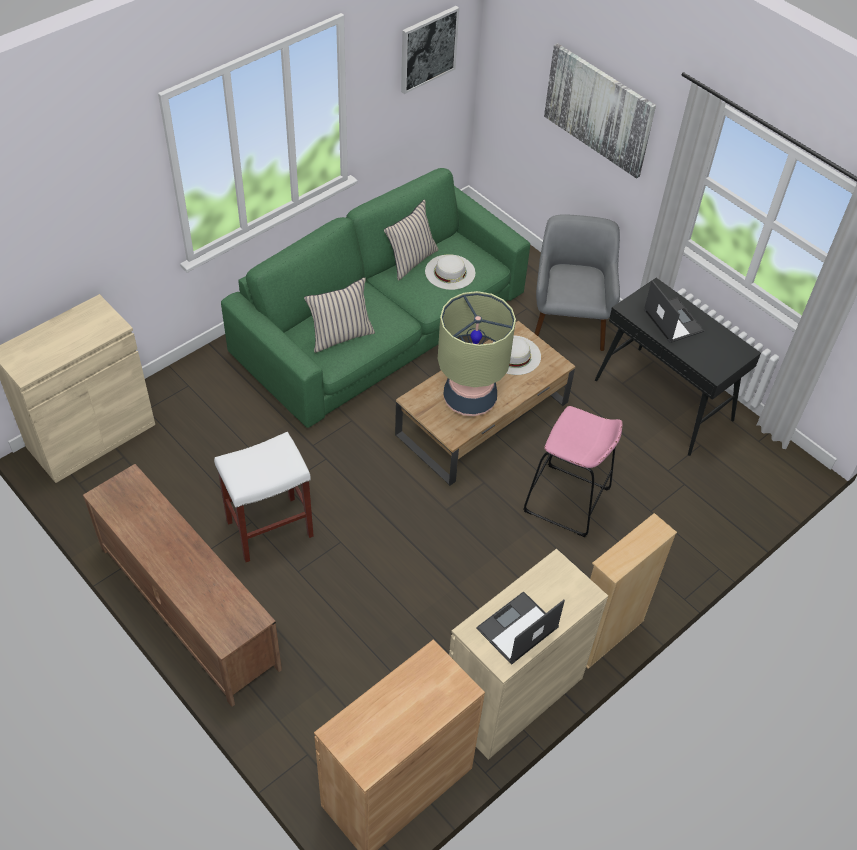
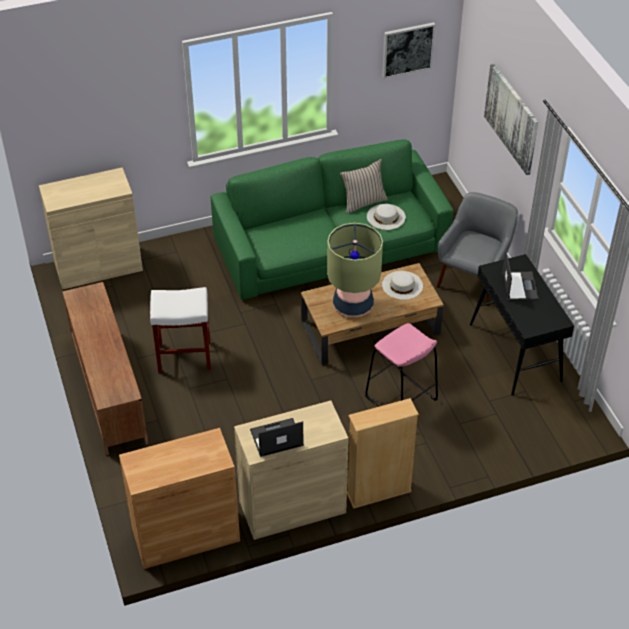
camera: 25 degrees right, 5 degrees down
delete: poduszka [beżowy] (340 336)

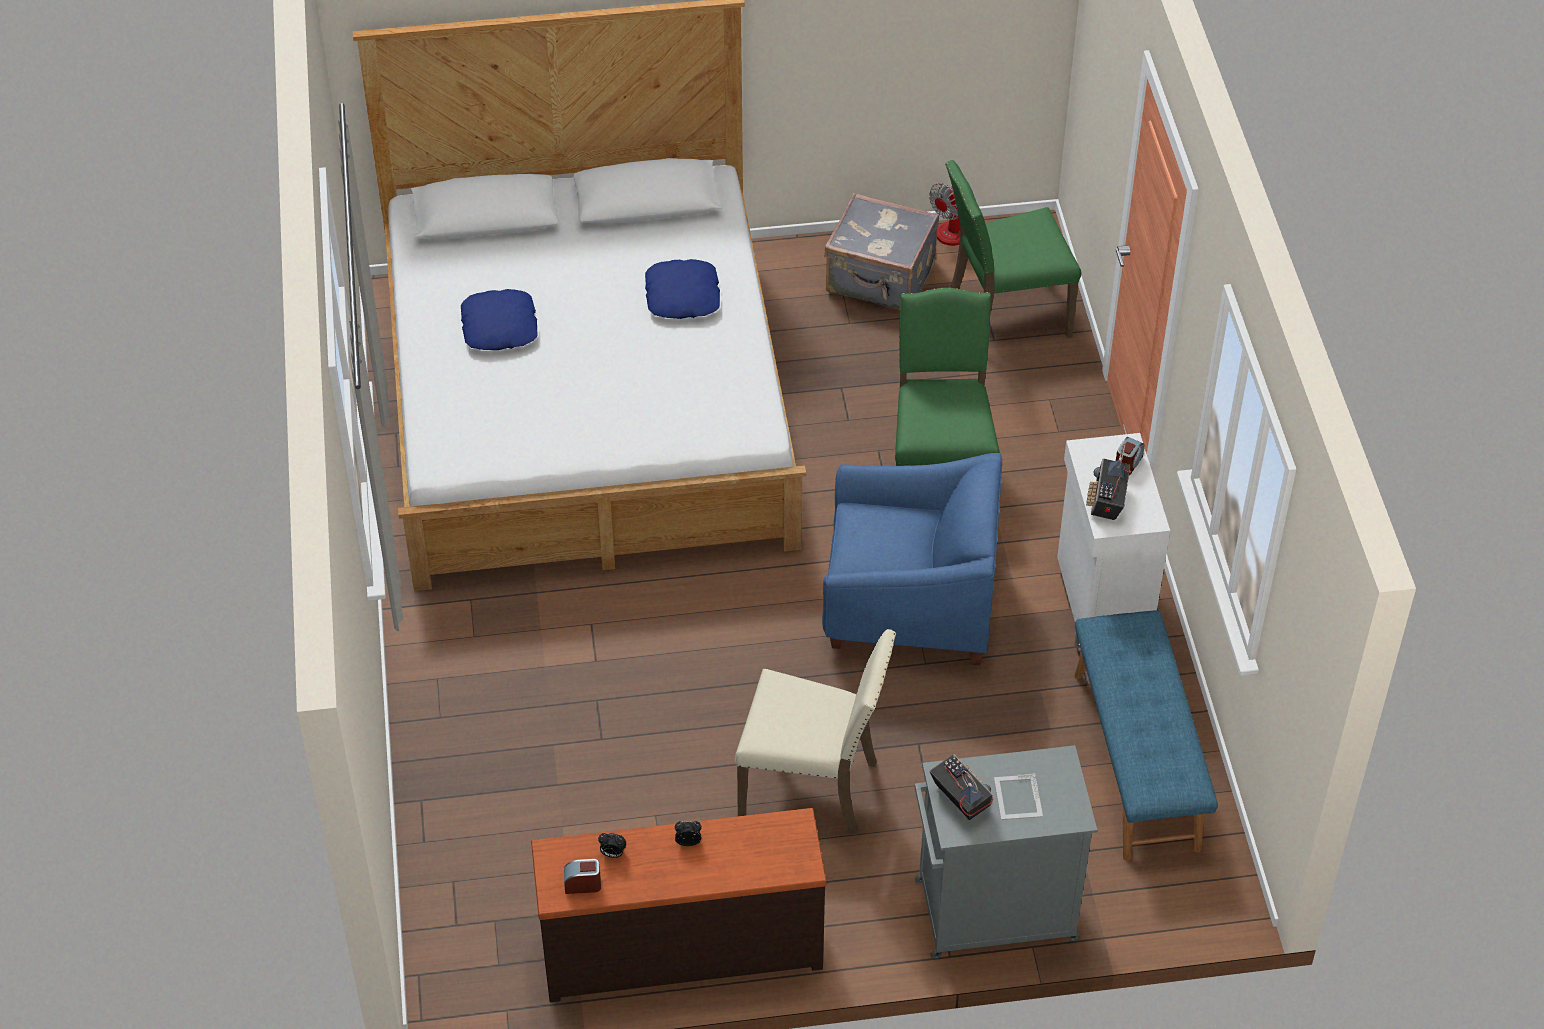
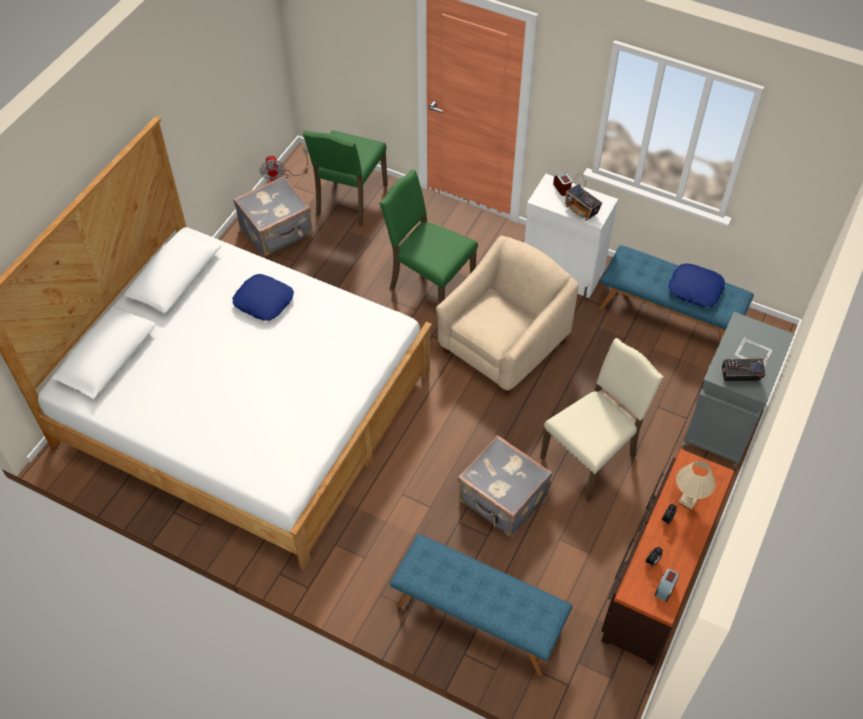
camera: 55 degrees left, 5 degrees up
insert: walizka [szary] (502 500); lampa stołowa [beżowy] (689 500); ławka [niebieski] (477 618)
move: poduszka [niebieski] (500 327) to (695 289)
recolor: fotel [niebieski] (910 604) to fotel [beżowy] (503 346)

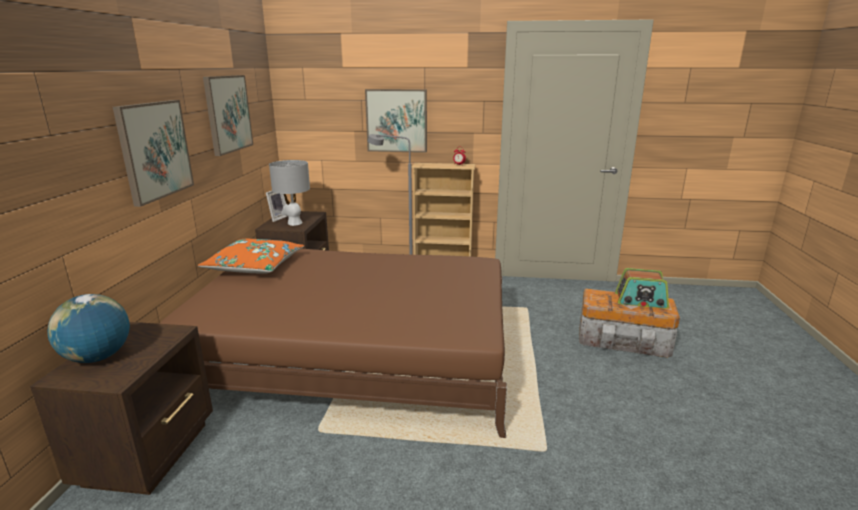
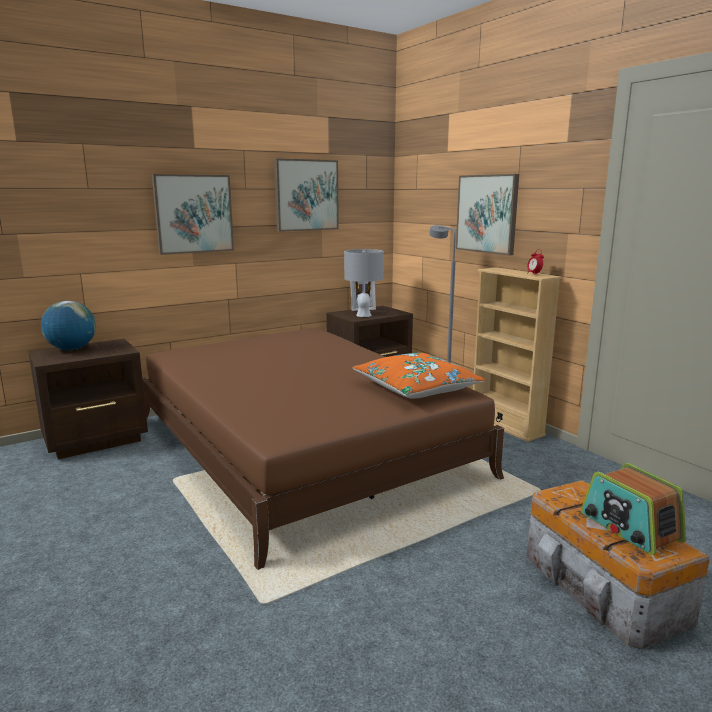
camera: 50 degrees right, 5 degrees down
move: poduszka [pomarańczowy] (255 266) to (416 388)

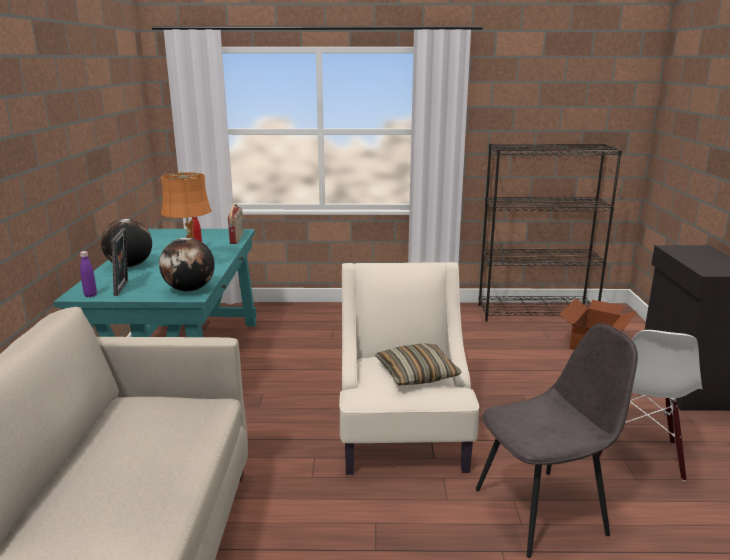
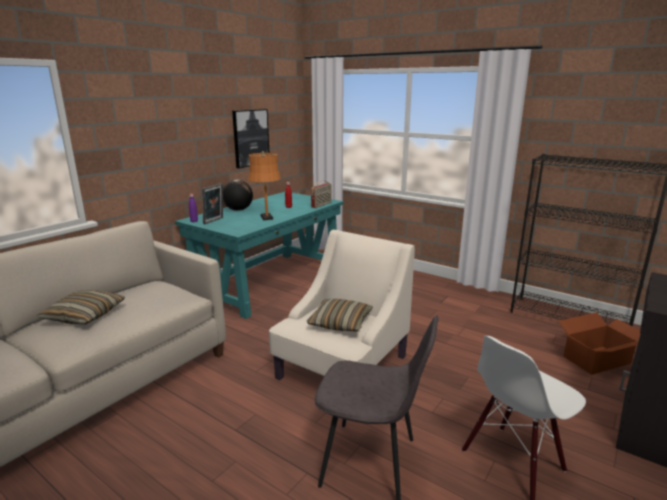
camera: 35 degrees right, 0 degrees up
delete: globus (190 290)
insert: obraz (250 138); poduszka (84 315)

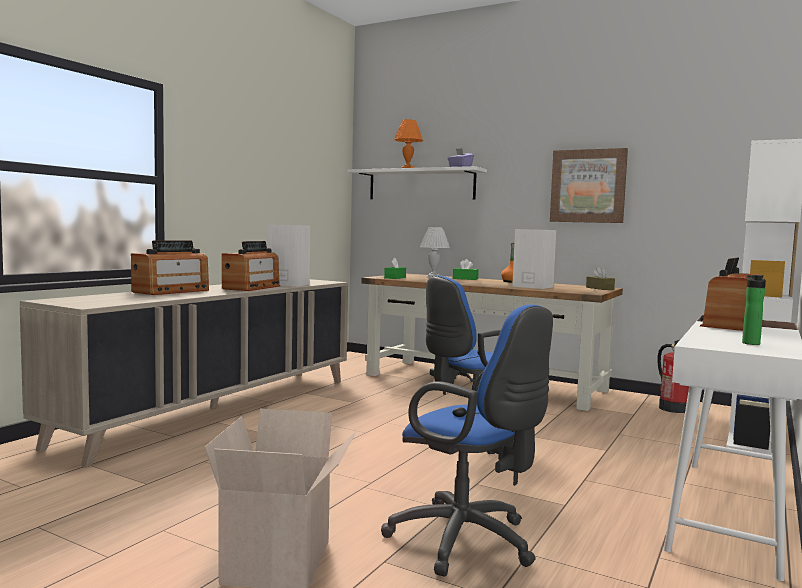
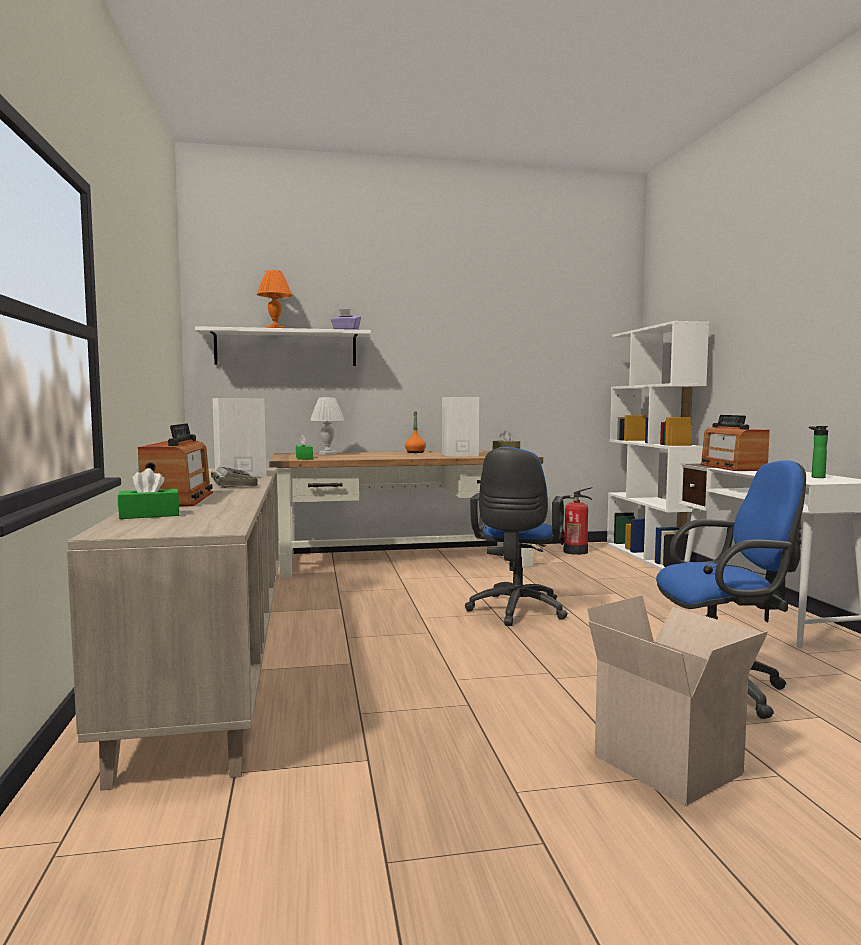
camera: 40 degrees left, 0 degrees up
delete: obraz (588 186)
move: pudełko chusteczek [zielony] (465 279) to (149 515)
replace: radio (252 287) to klawiatura (233 483)

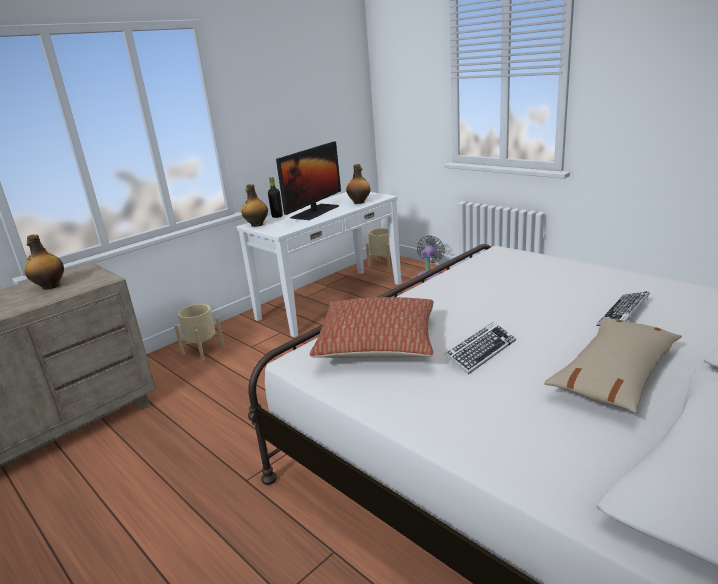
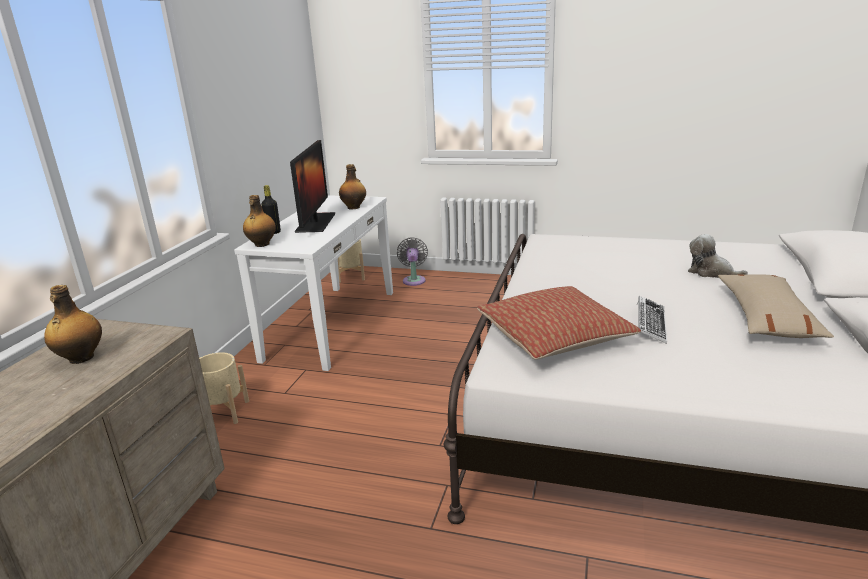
camera: 30 degrees left, 0 degrees up
replace: klawiatura (623 314) to pluszak (711 272)

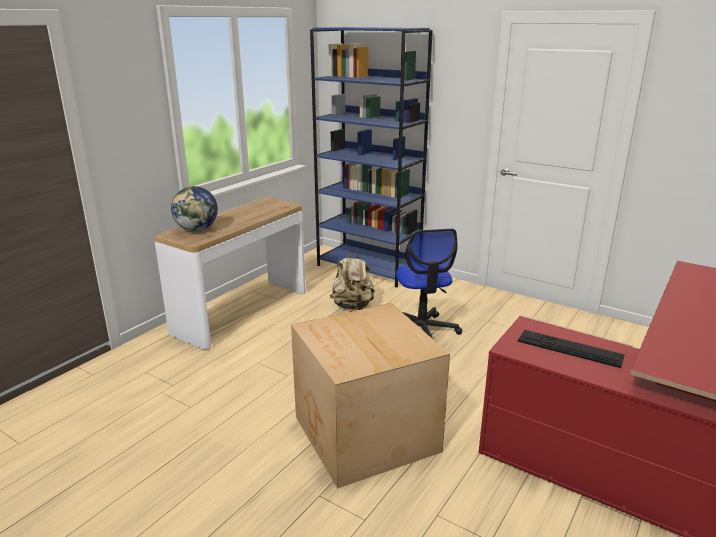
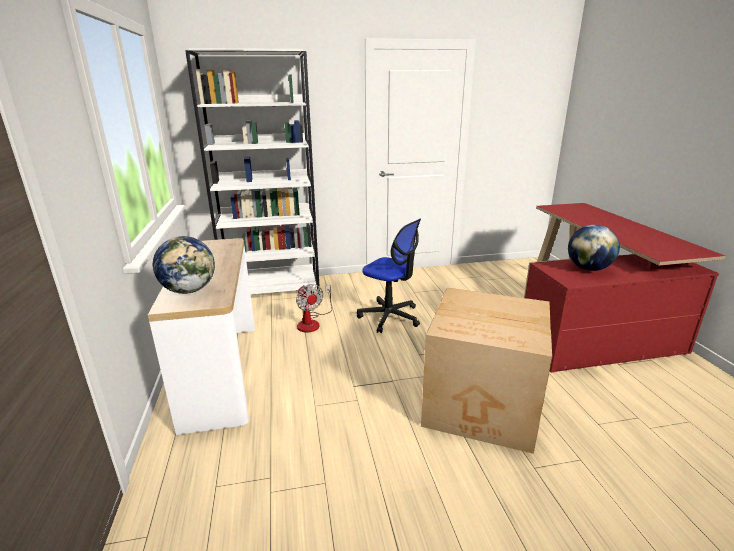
camera: 45 degrees left, 0 degrees up
replace: plecak [beżowy] (353 306) to wentylator (312 322); klawiatura (569 348) to globus (588 269)
recolor: regał [niebieski] (369 268) to regał [biały] (273 289)

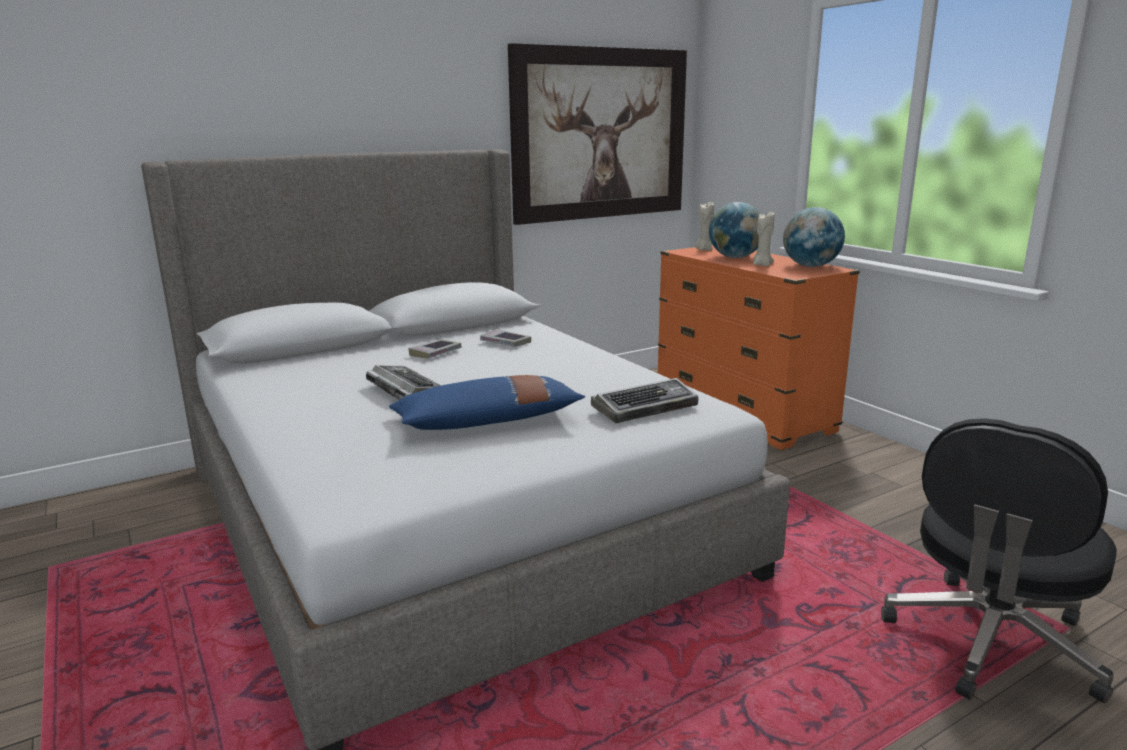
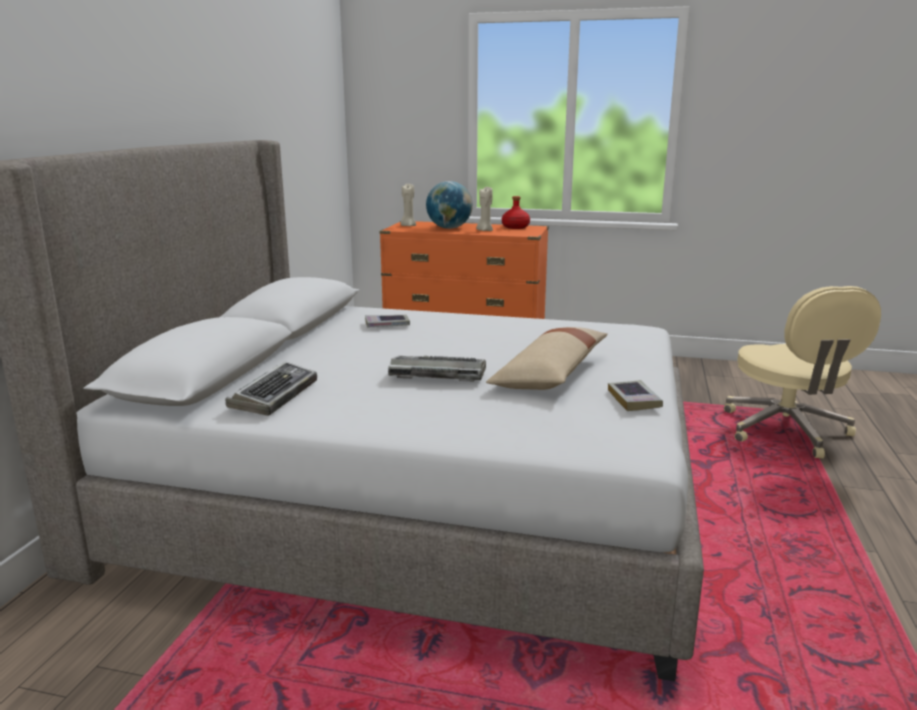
camera: 45 degrees left, 0 degrees up
delete: obraz (601 134)
move: książka (435 353) to (634 400); klawiatura (645 407) to (274 395)
replace: globus (810 266) to butelka [czerwony] (515 227)
recolor: poduszka [niebieski] (487 422) to poduszka [beżowy] (550 374); krzesło biurowe [czarny] (990 643) to krzesło biurowe [beżowy] (786 431)

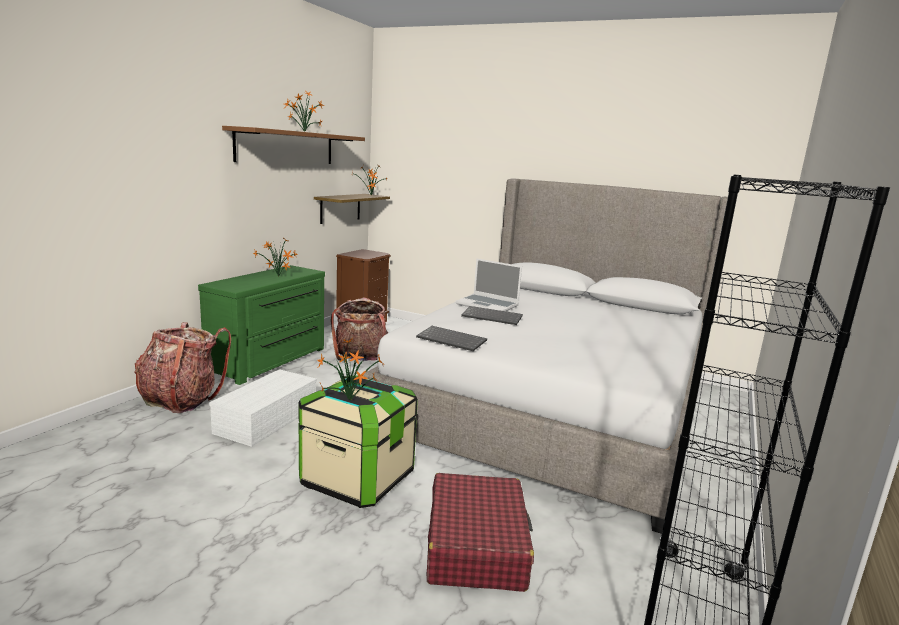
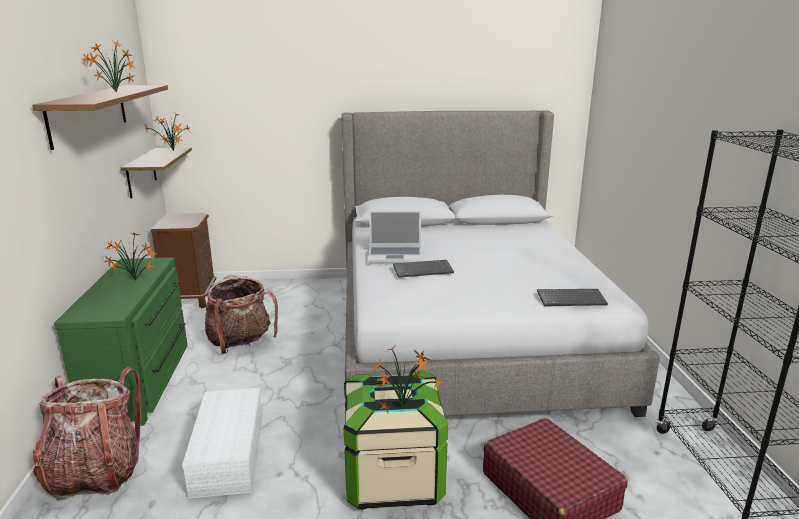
camera: 30 degrees left, 5 degrees up
move: klawiatura (452 340) to (571 299)

